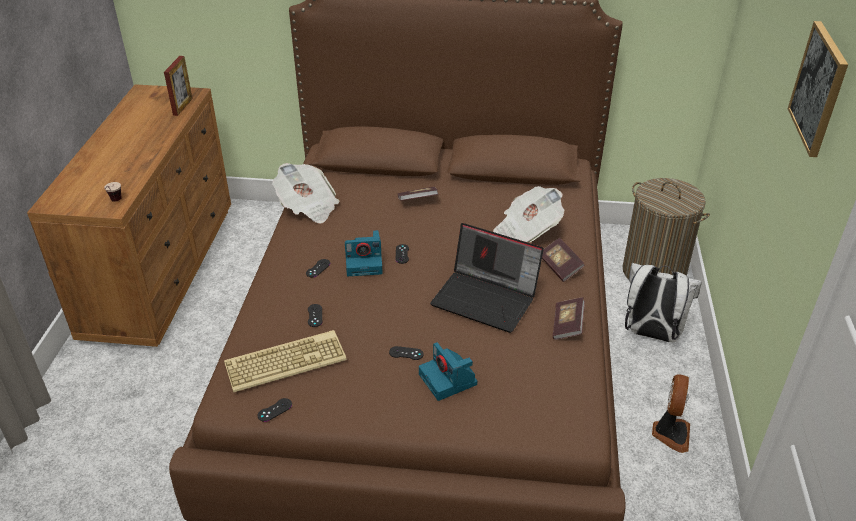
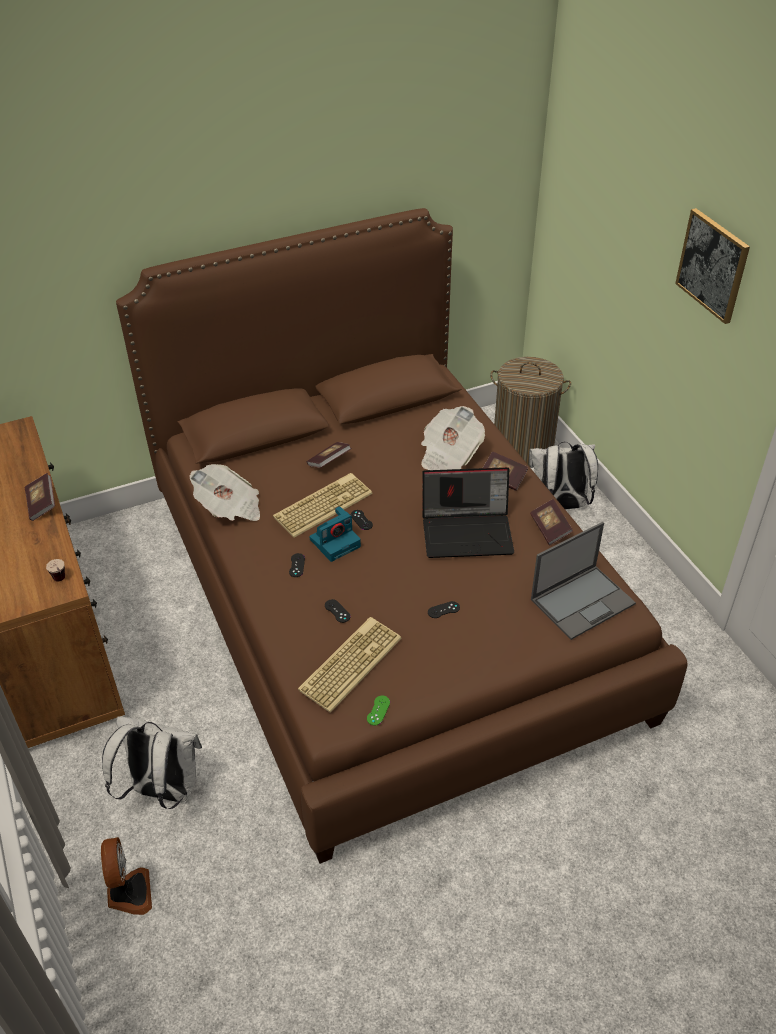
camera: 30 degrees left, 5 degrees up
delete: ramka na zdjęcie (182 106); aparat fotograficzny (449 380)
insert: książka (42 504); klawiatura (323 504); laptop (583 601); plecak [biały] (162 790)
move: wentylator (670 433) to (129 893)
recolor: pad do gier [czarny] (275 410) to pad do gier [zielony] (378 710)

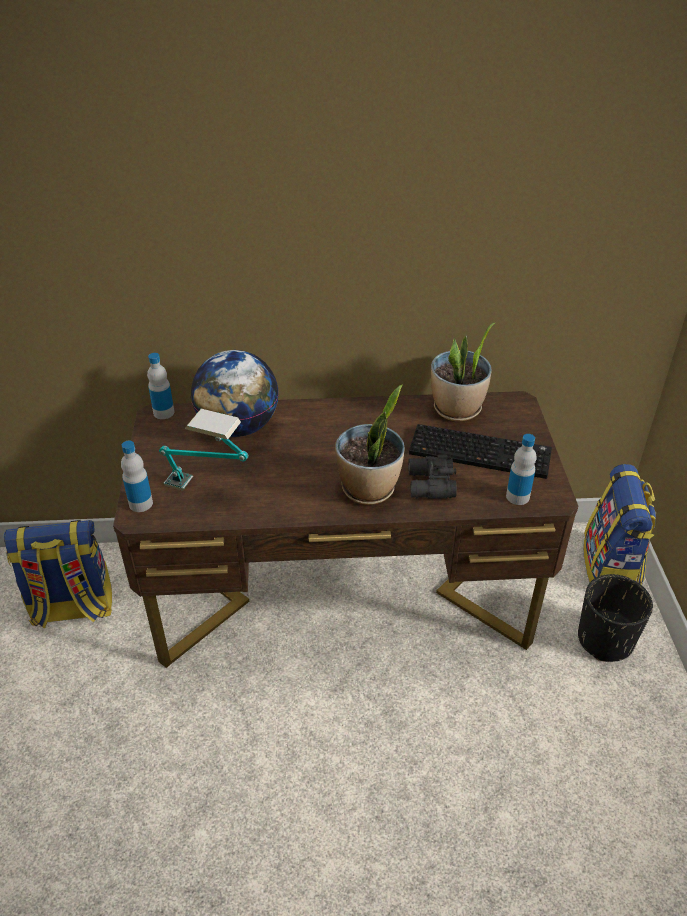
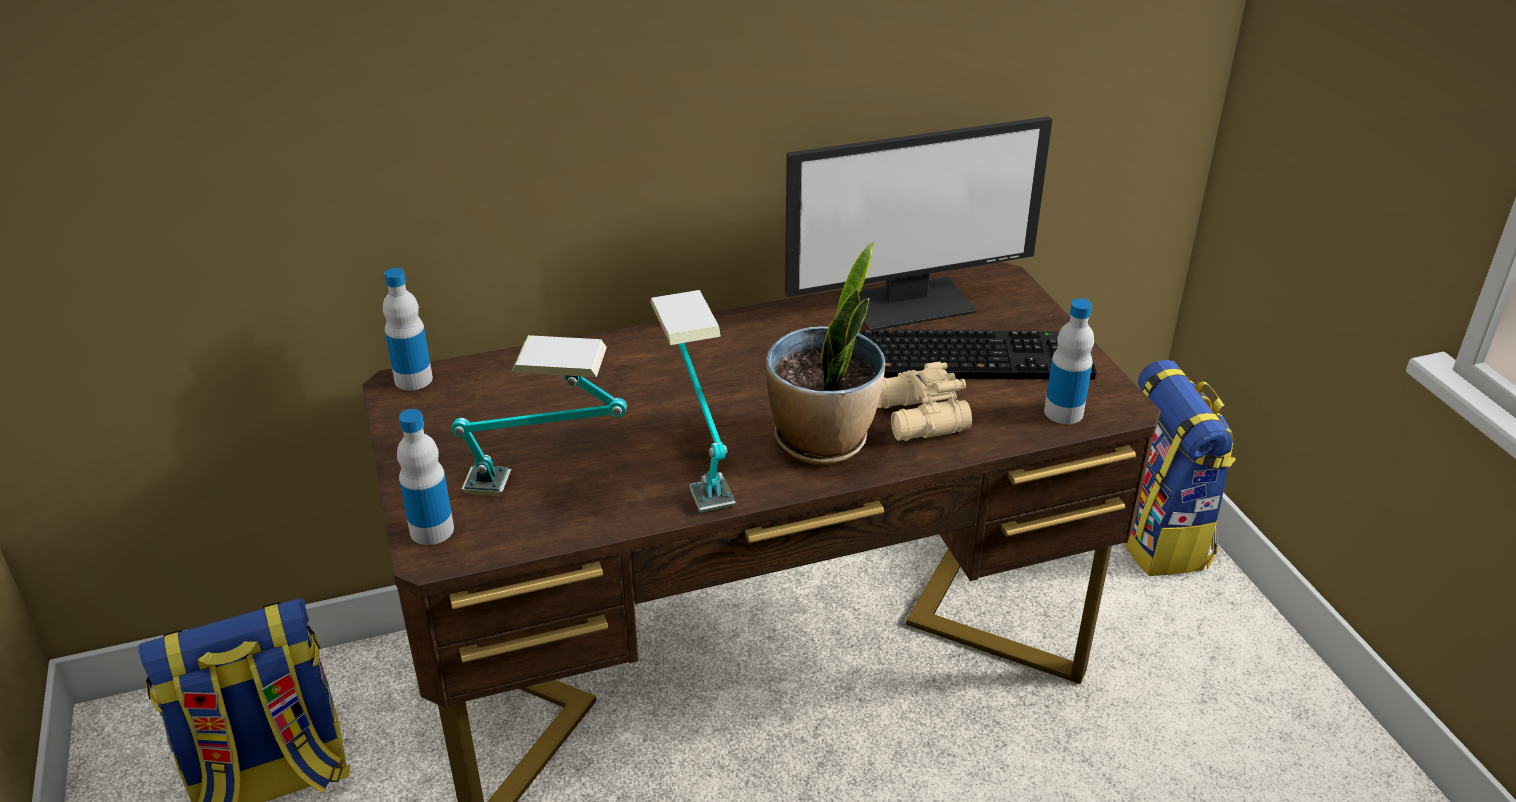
camera: 15 degrees left, 5 degrees down
delete: globus (238 427); donica [czarny] (605 640)
insert: lampa stołowa (696 461)
replace: roślina doniczkowa (457 409) to monitor (910 302)
recolor: lornetka [czarny] (429 485) to lornetka [beżowy] (918 418)

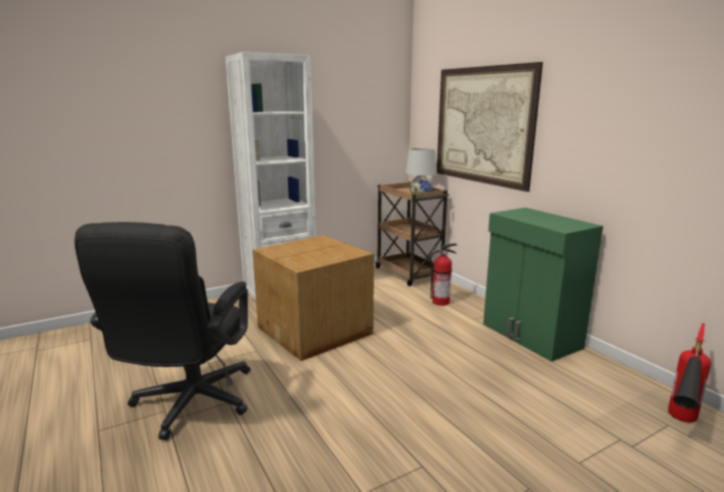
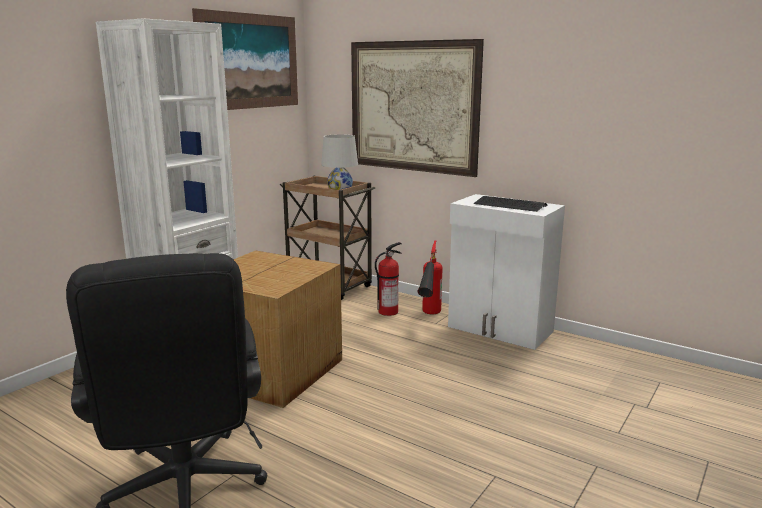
camera: 25 degrees left, 0 degrees up
insert: obraz (249 61); klawiatura (509 205)
move: gaśnica (679 427) to (429 317)
recolor: szafka [zielony] (530 336) to szafka [biały] (500 330)

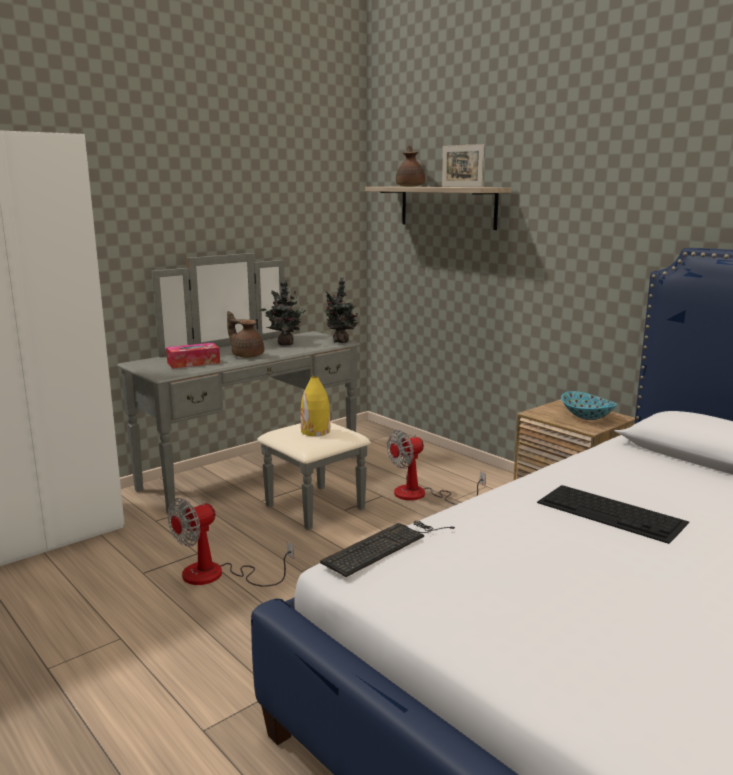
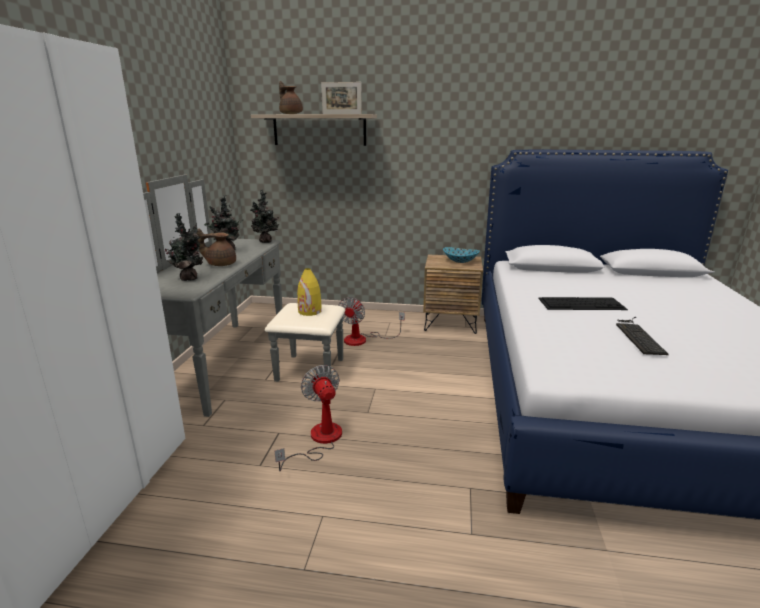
camera: 40 degrees left, 5 degrees up
move: klawiatura (385 545) to (638 335)
replace: pudełko chusteczek (193 363) to roślina doniczkowa (189 278)
rotate: wentylator (217 575) = (319 440) 150 degrees clockwise

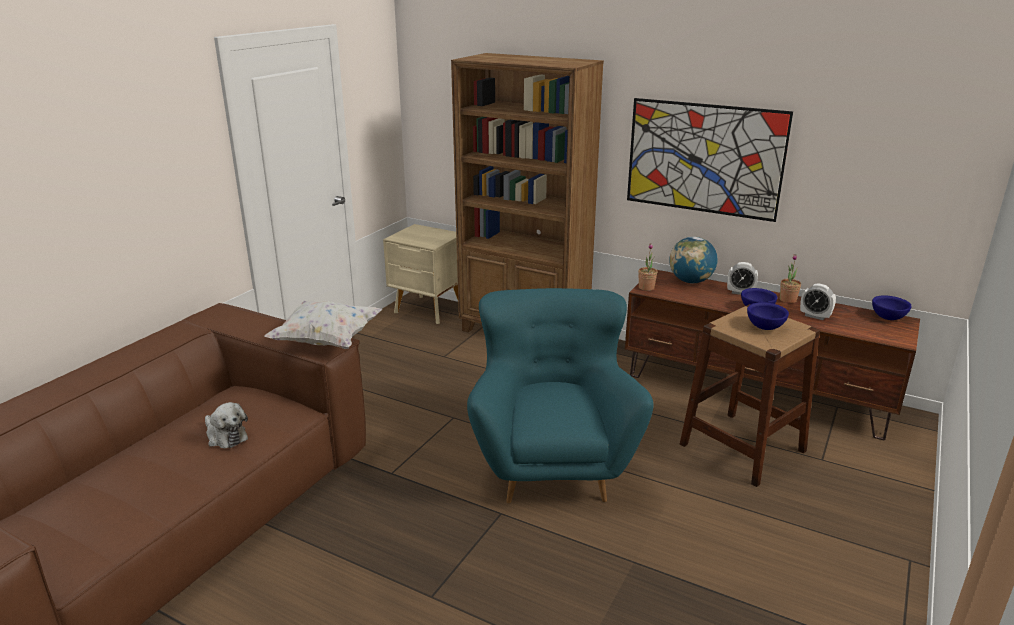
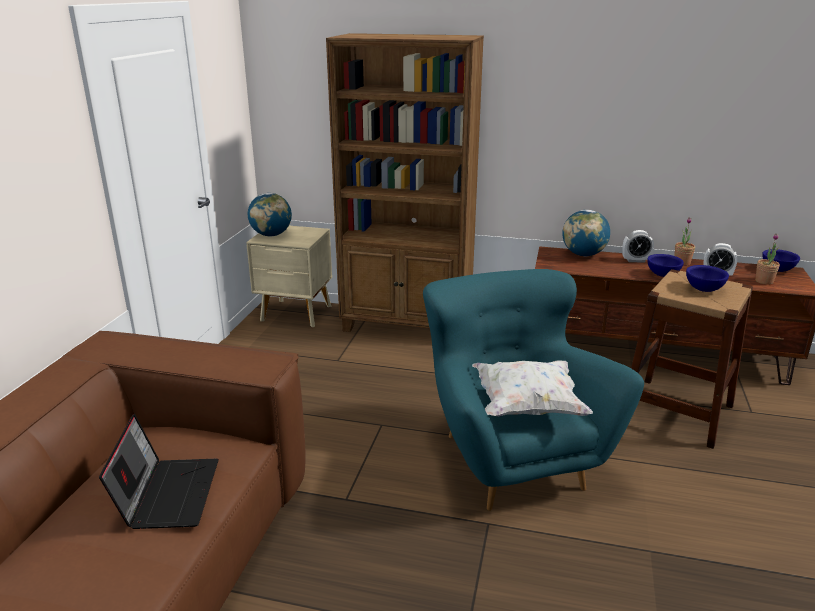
camera: 15 degrees left, 0 degrees up
delete: obraz (704 158)
insert: globus (271 235)
move: roślina doniczkowa (646 287) to (764 281); poduszka [biały] (326 341) to (527 407)
replace: pluszak (225 436) to laptop (168 493)

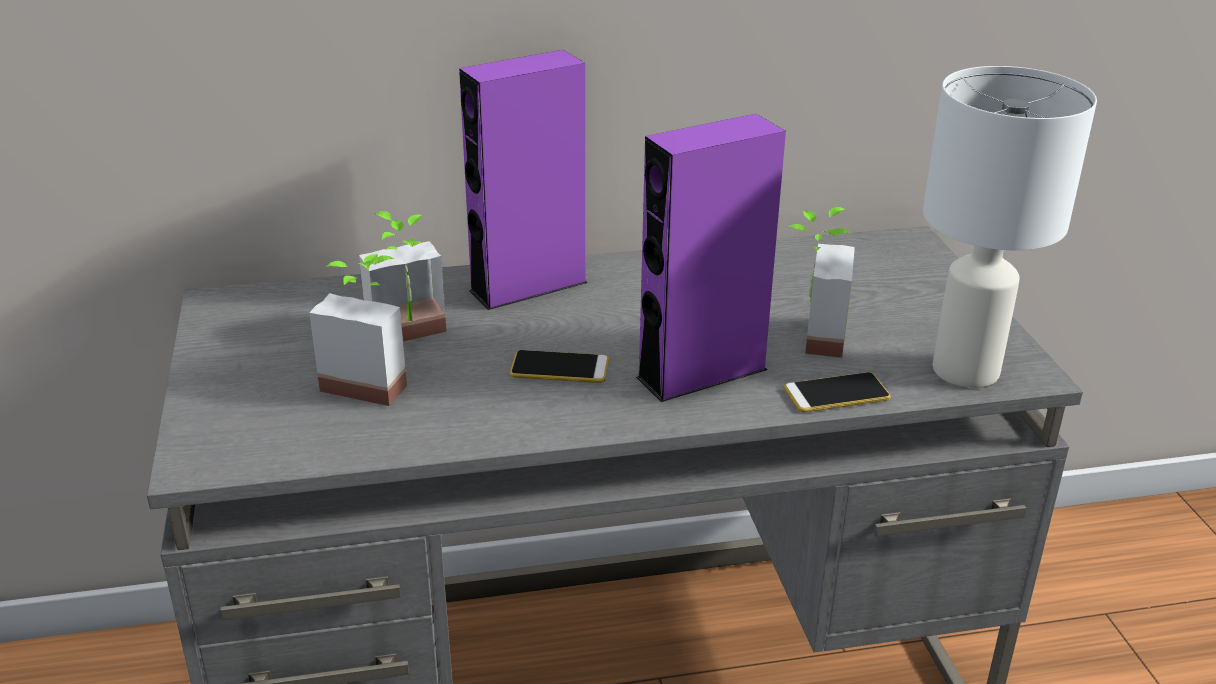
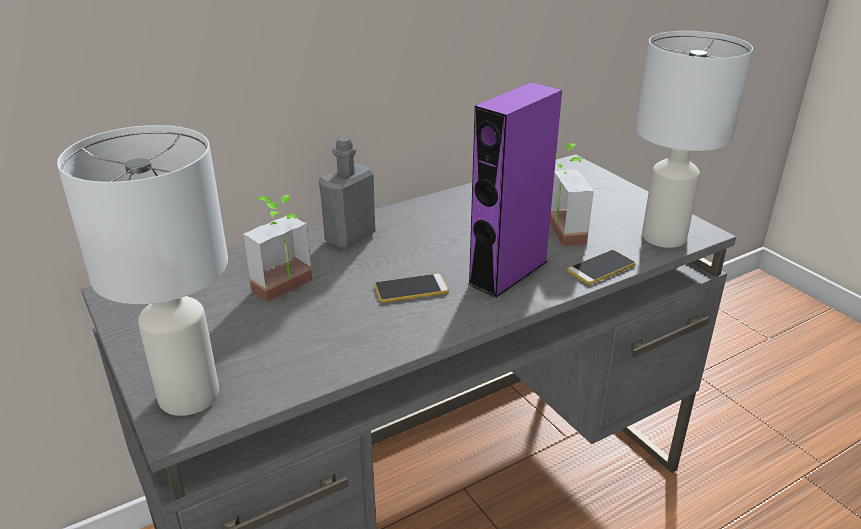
camera: 20 degrees left, 0 degrees up
delete: roślina doniczkowa (371 380)
insert: lampa stołowa [biały] (188 394)
replace: głośnik [fioletowy] (528 286) to butelka [szary] (350 237)

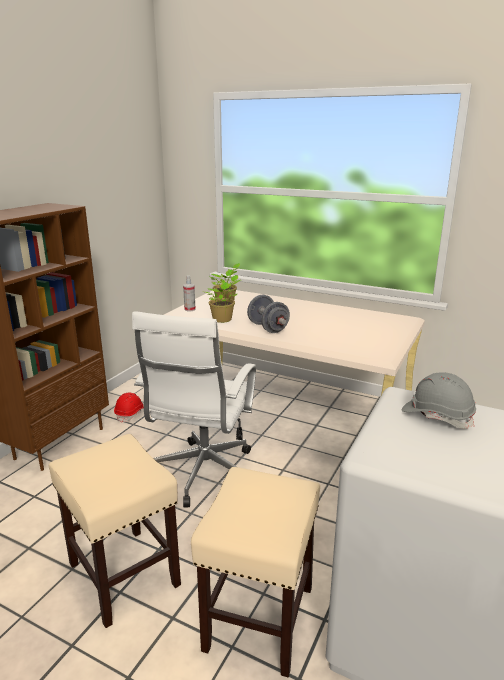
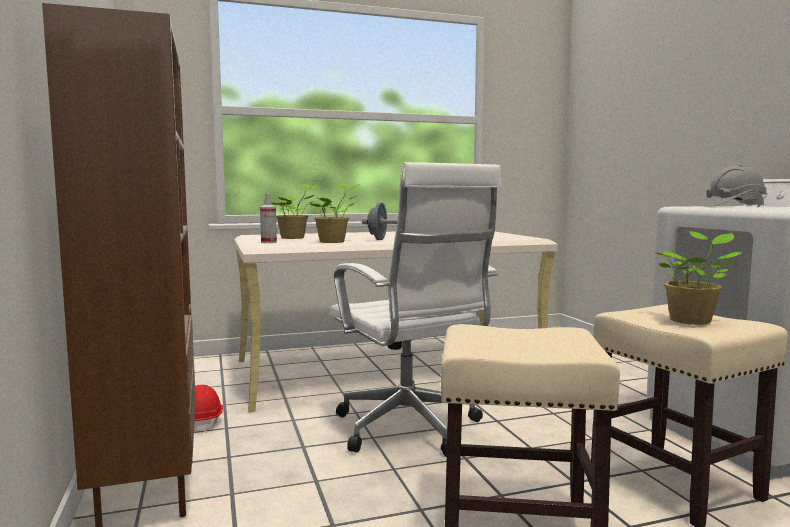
camera: 45 degrees left, 15 degrees down
insert: roślina doniczkowa (692 320)

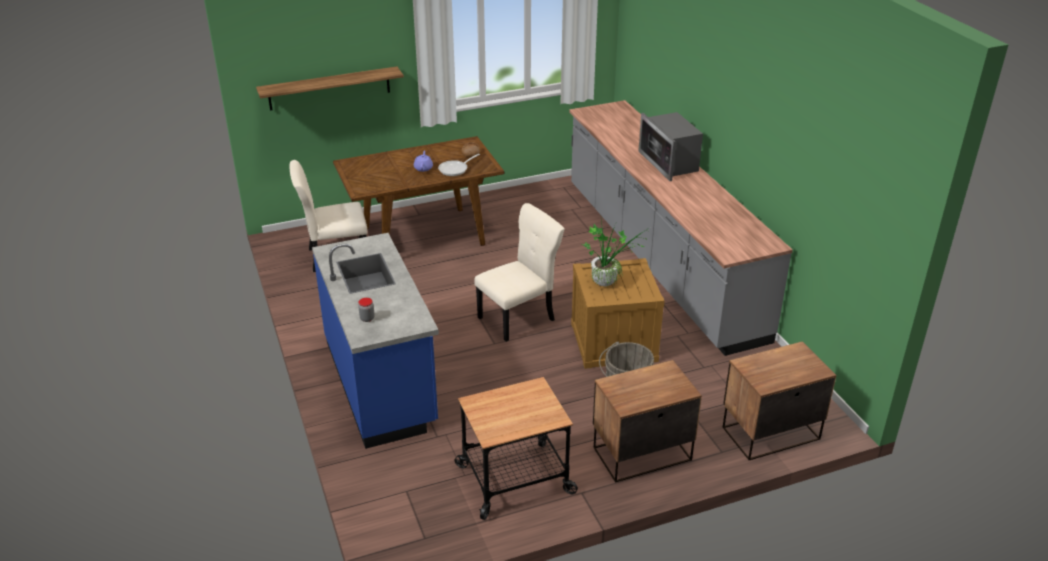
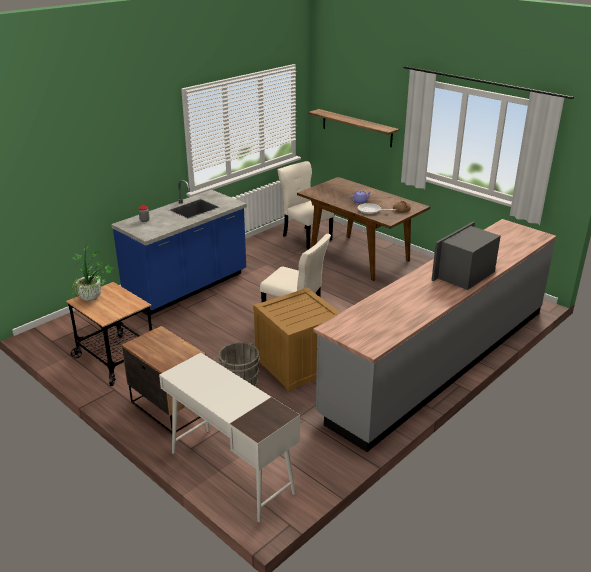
camera: 65 degrees right, 5 degrees down
move: roślina doniczkowa (608 281) to (94 299)
replace: szafka nocna (769 432) to biurko [biały] (231 472)

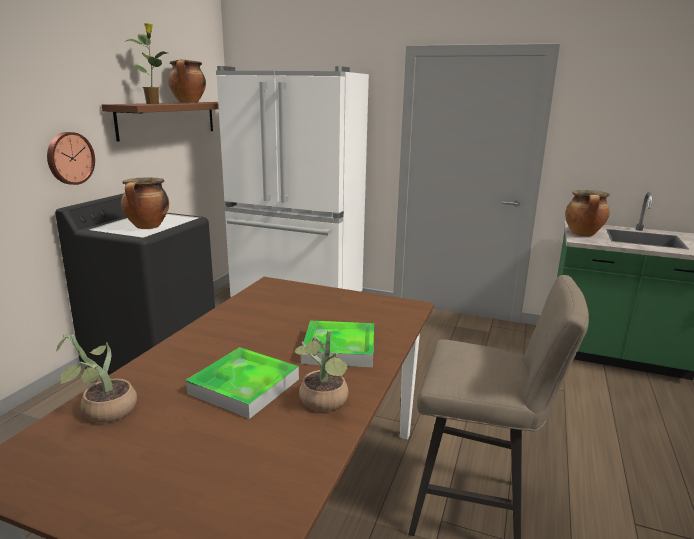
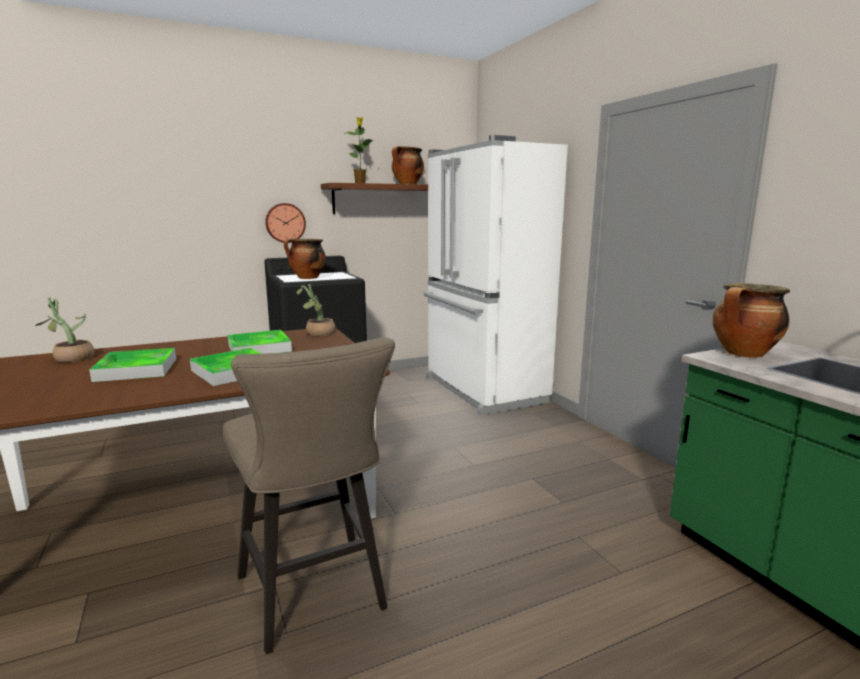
camera: 45 degrees right, 5 degrees down
insert: taca (259 348)
move: roślina doniczkowa (324 403) to (317 334)

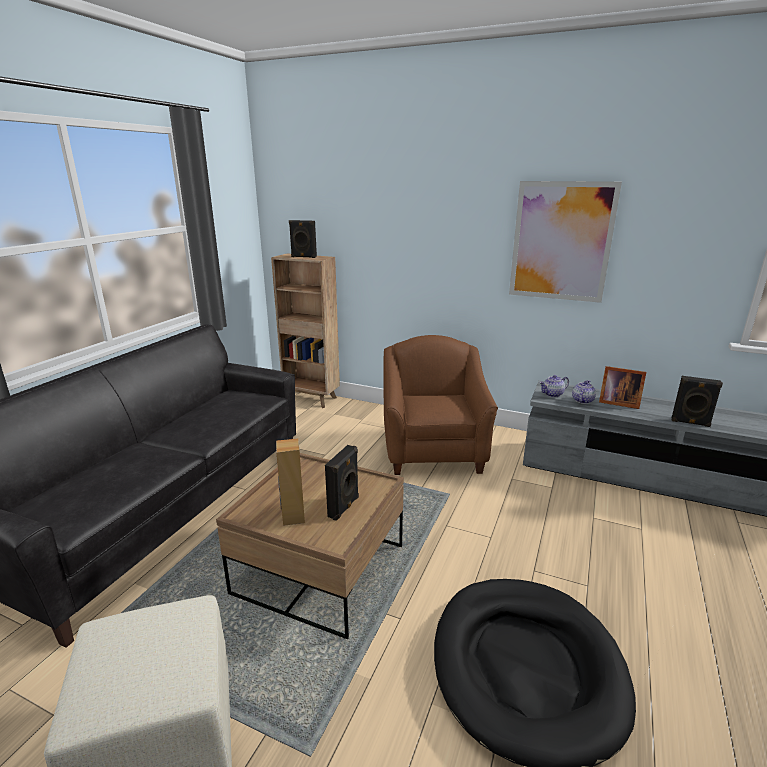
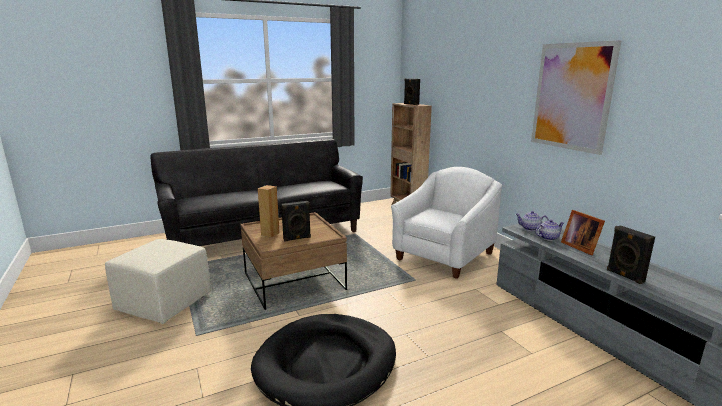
camera: 40 degrees right, 5 degrees down
recolor: fotel [brązowy] (433 450) to fotel [biały] (443 256)

